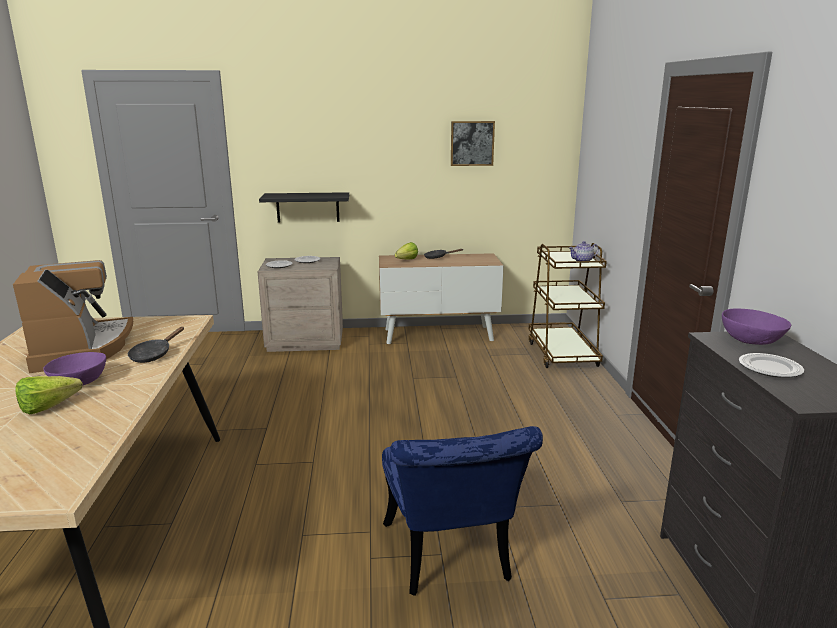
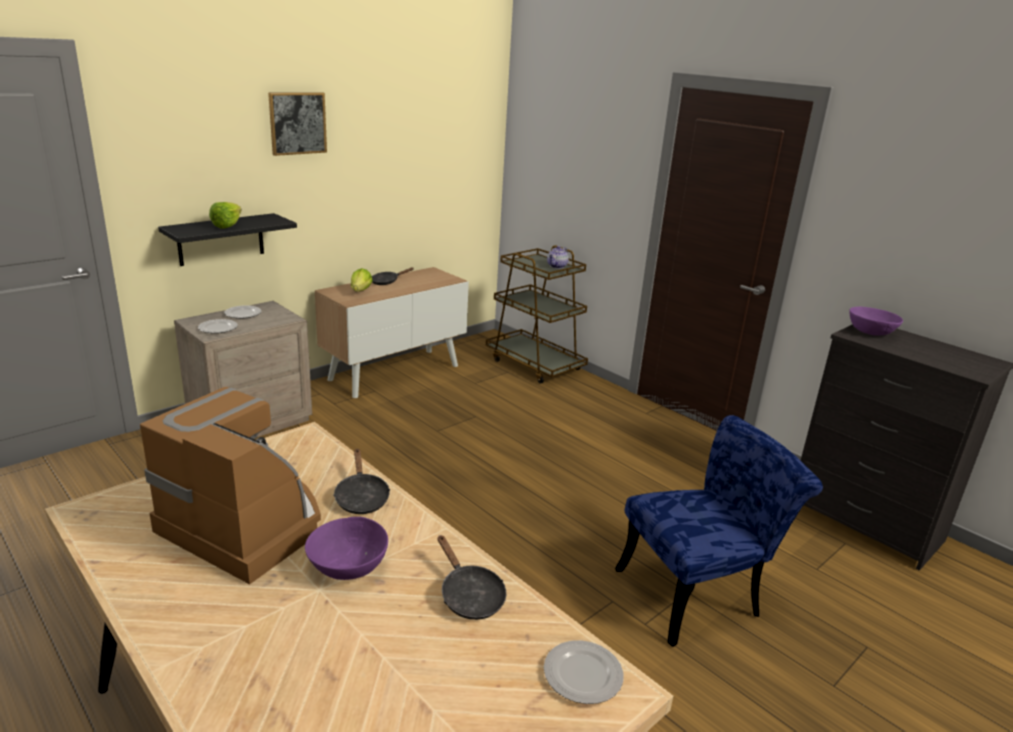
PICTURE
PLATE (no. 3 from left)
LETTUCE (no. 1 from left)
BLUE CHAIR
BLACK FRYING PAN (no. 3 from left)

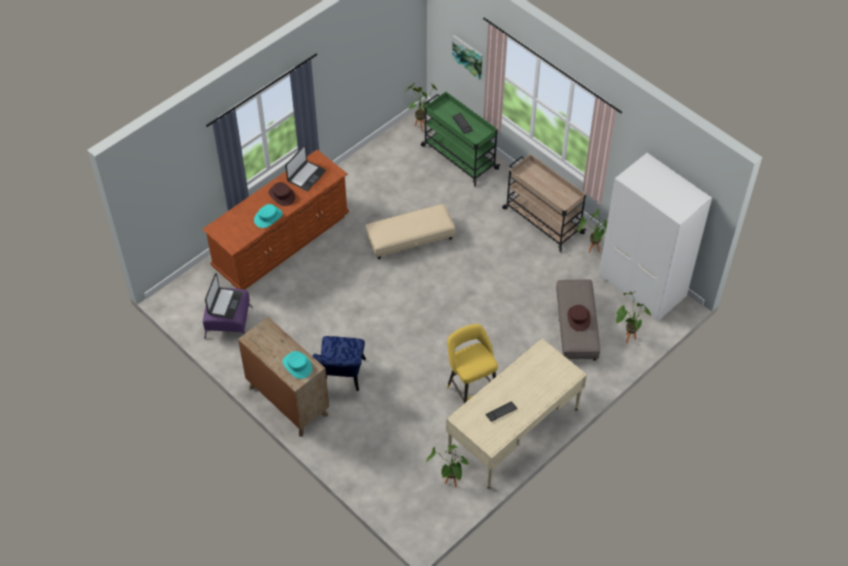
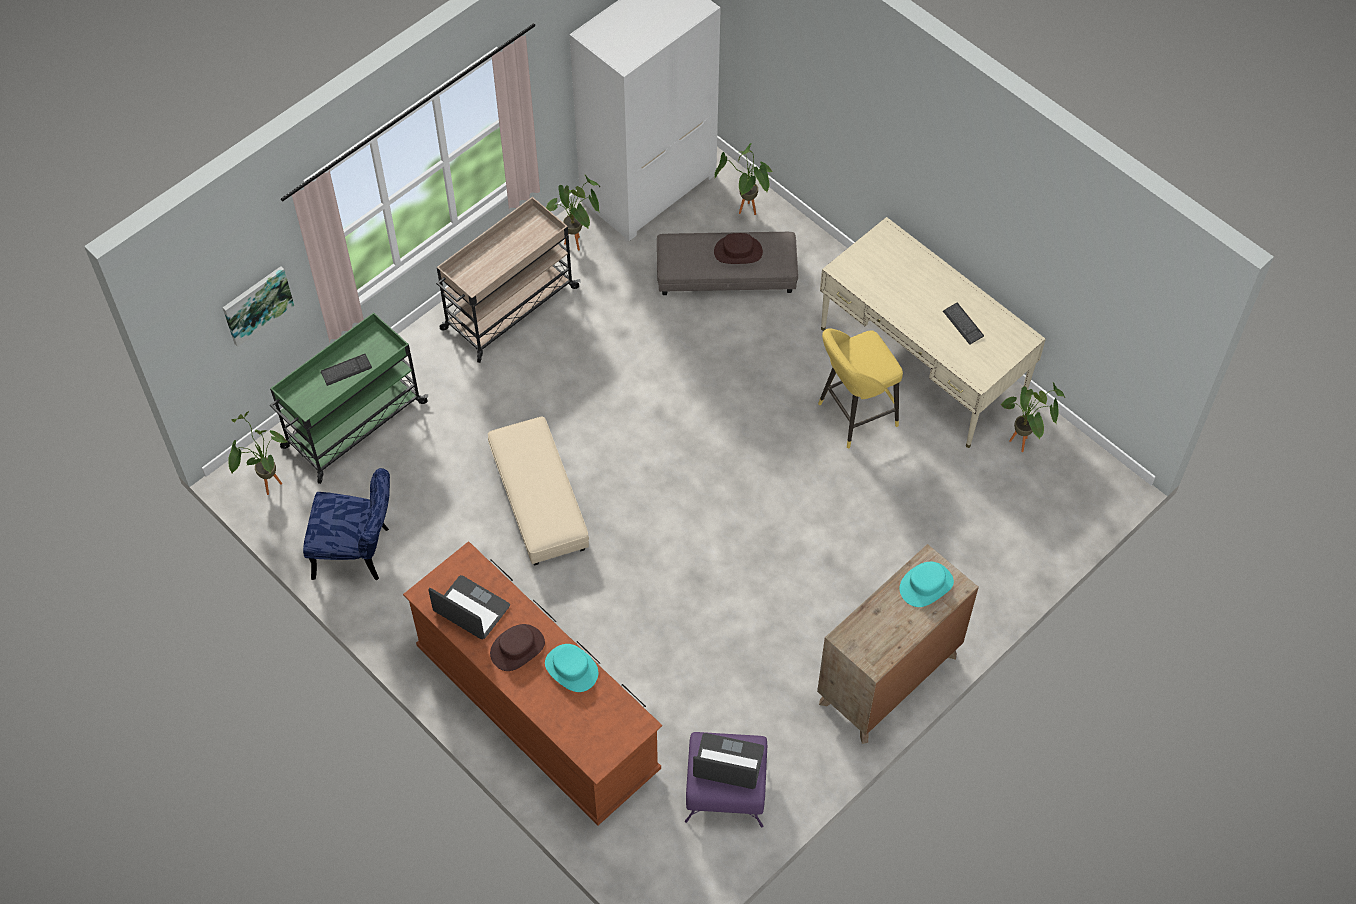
BLUE CHAIR

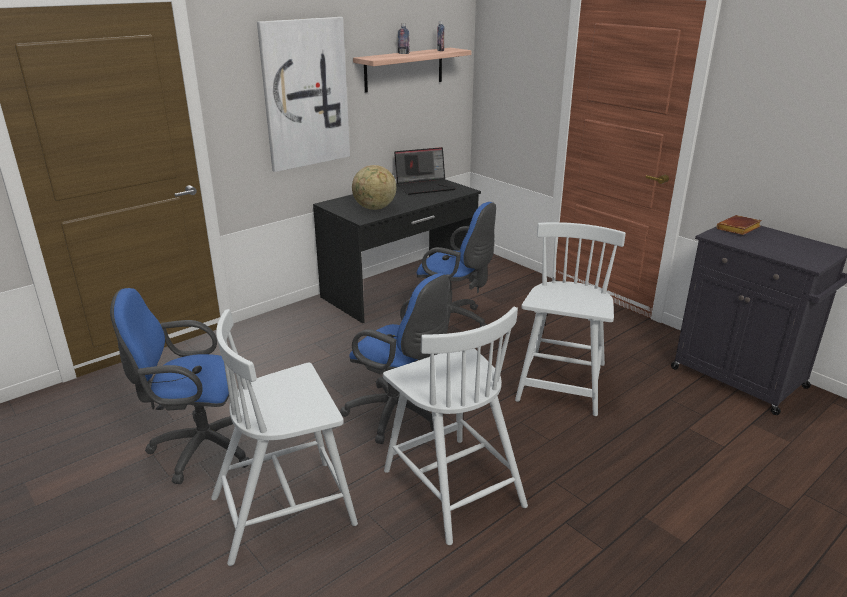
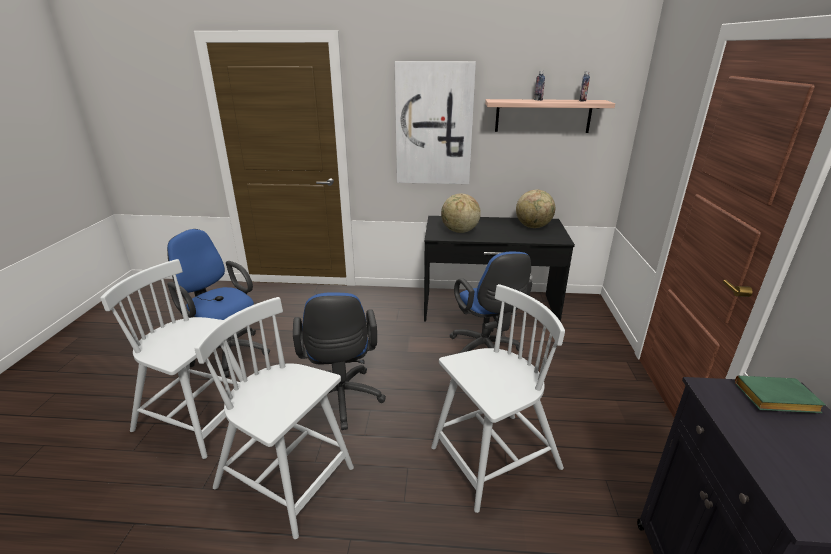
GLOBE (no. 2 from left)
GREEN BOOK
WHITE CHAIR (no. 2 from left)

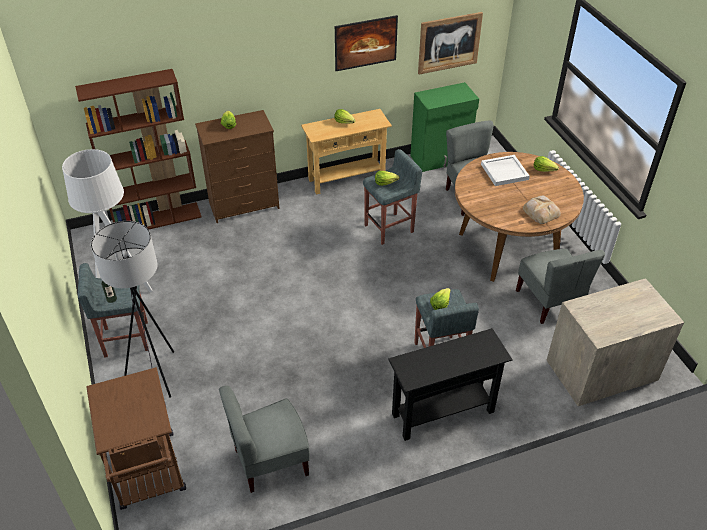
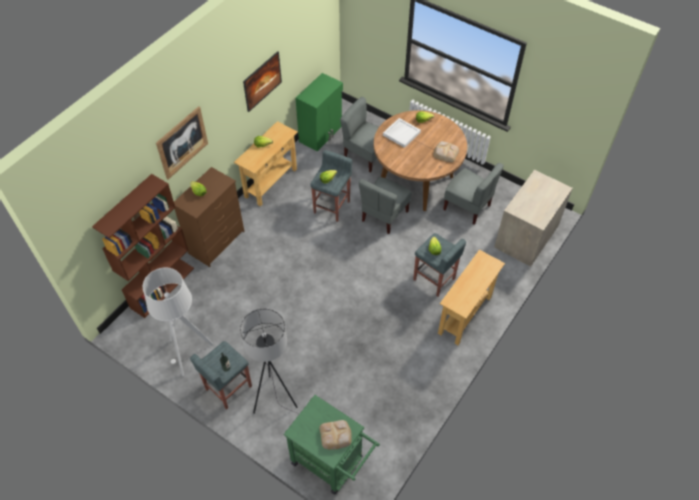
PICTURE (no. 1 from left)
BEIGE CONSOLE TABLE (no. 2 from left)
GREEN CART
GREY CHAIR (no. 2 from left)
BREAD (no. 1 from left)

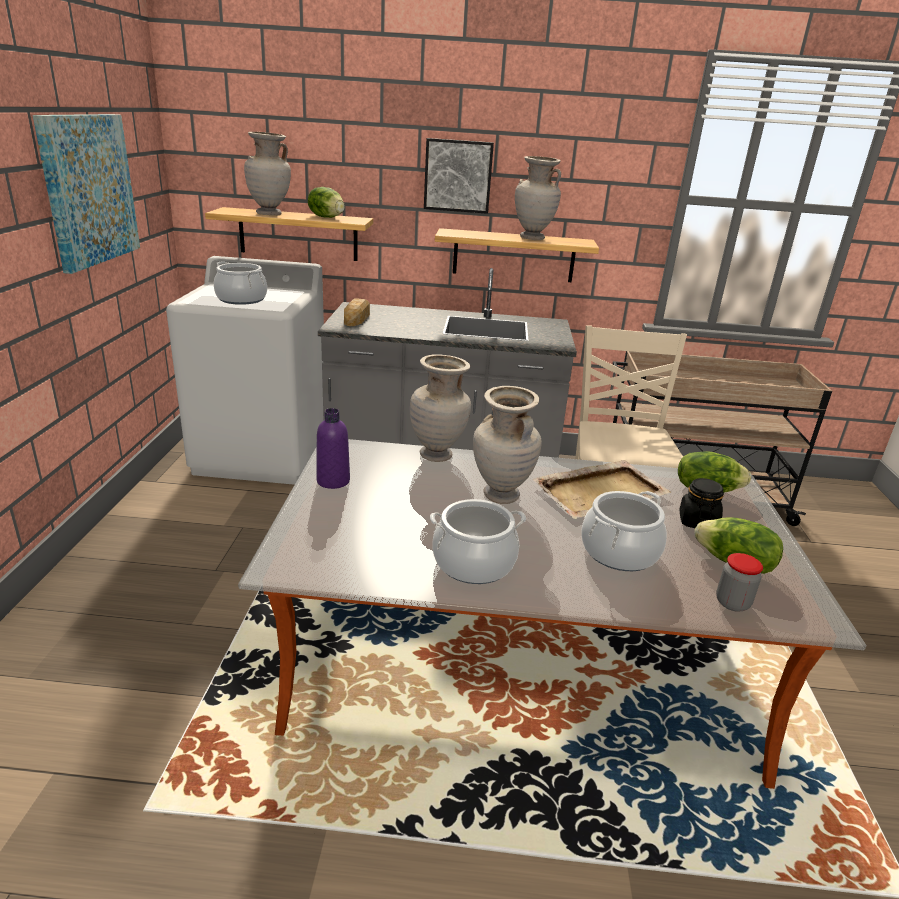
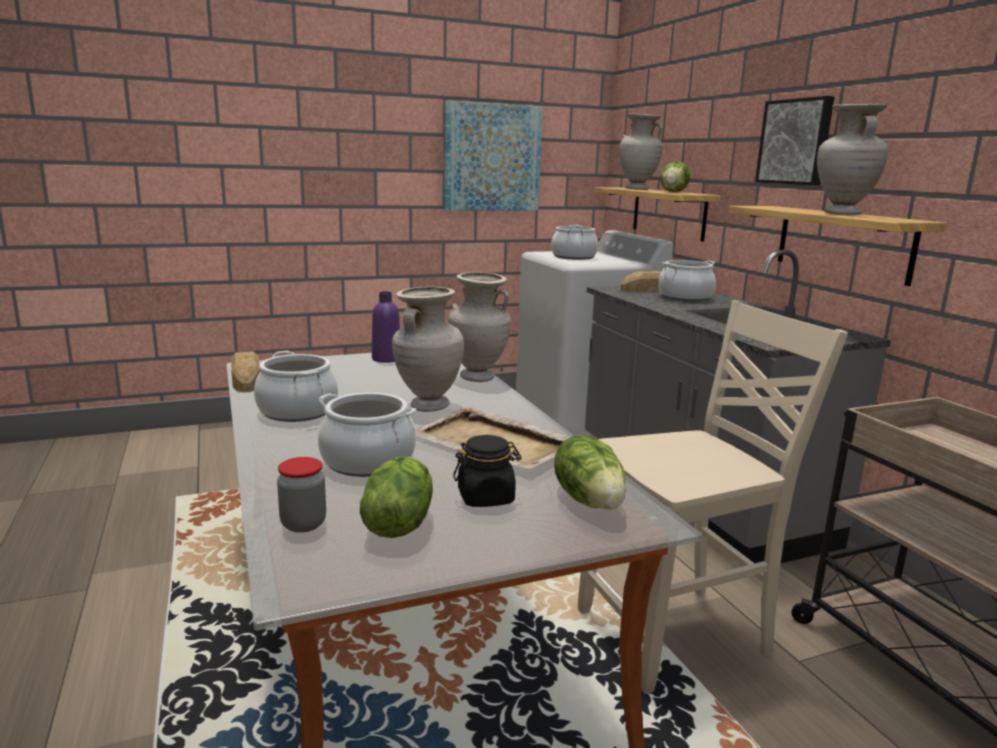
COOKING POT (no. 4 from left)
BREAD (no. 1 from left)

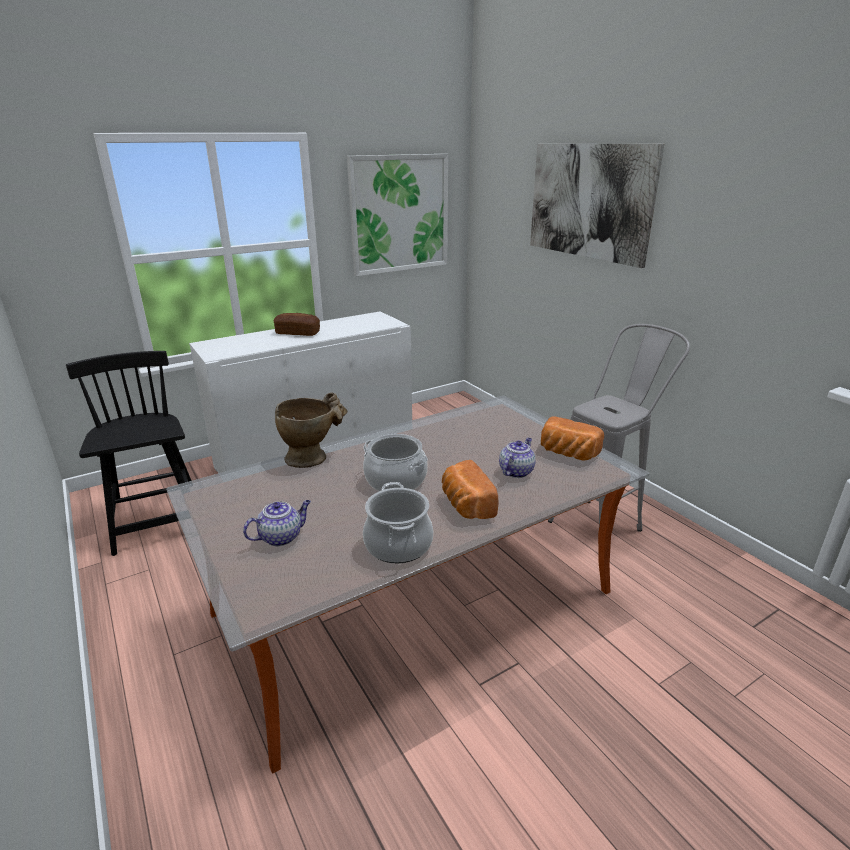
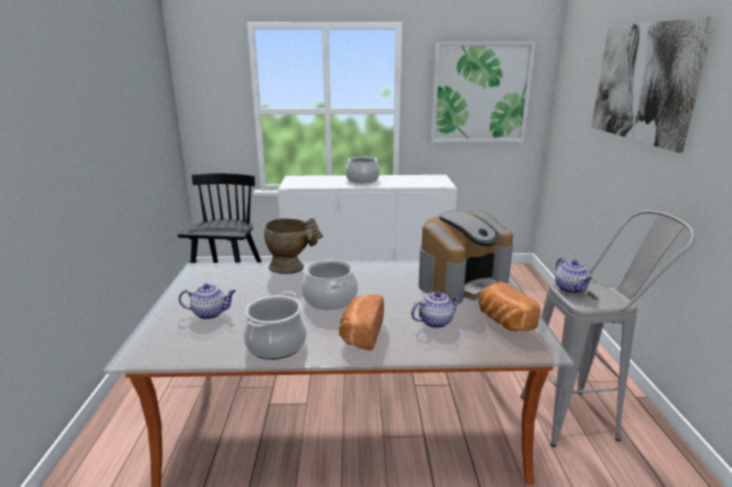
COOKING POT (no. 3 from left)
COFFEE MACHINE
TEAPOT (no. 3 from left)

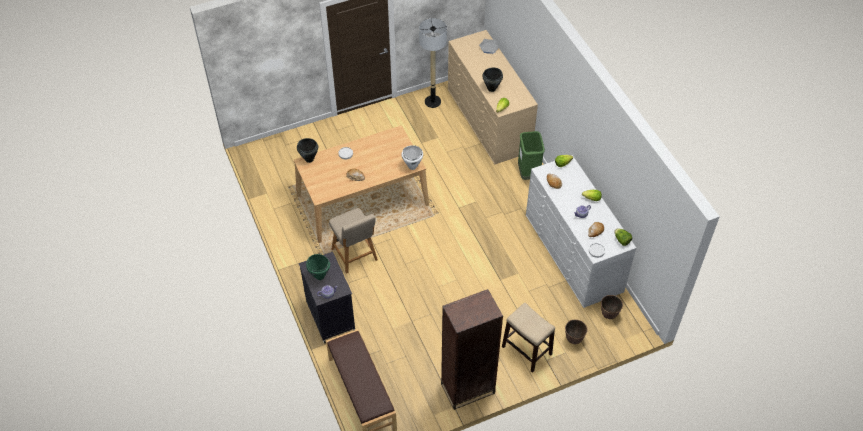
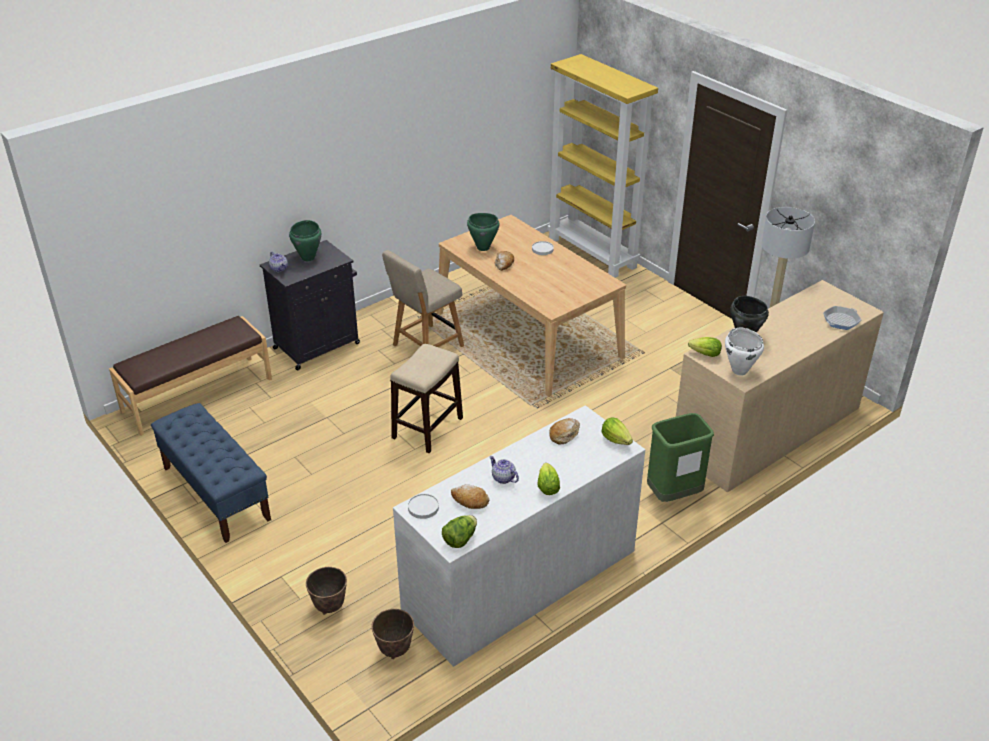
BLACK COOKING POT (no. 1 from left in the first image)
WHITE COOKING POT
BLUE BENCH
STOOL
YELLOW BOOKCASE
GREEN COOKING POT (no. 2 from left)

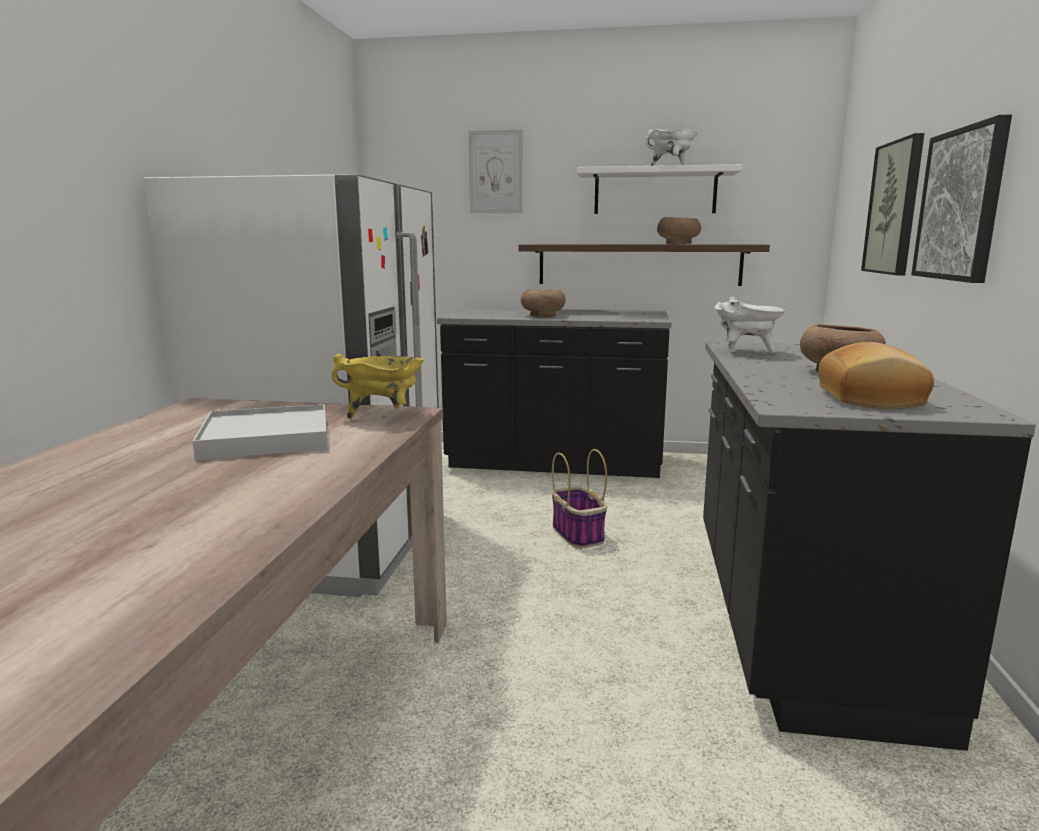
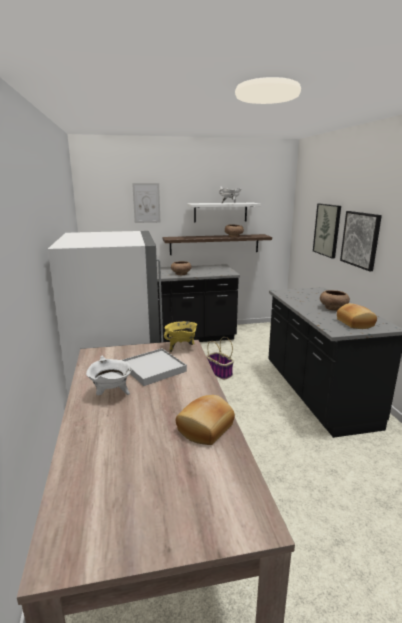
WHITE COOKING POT (no. 1 from left)
BREAD (no. 1 from left)

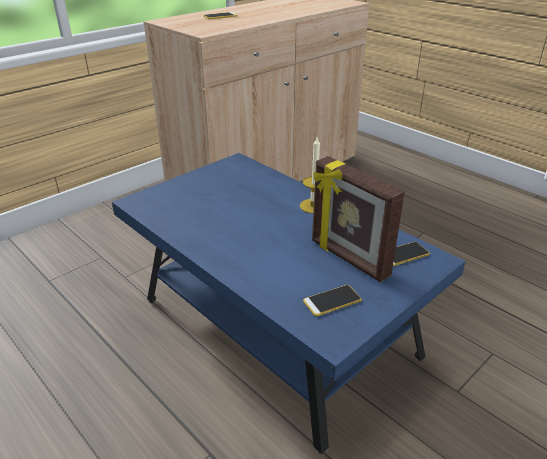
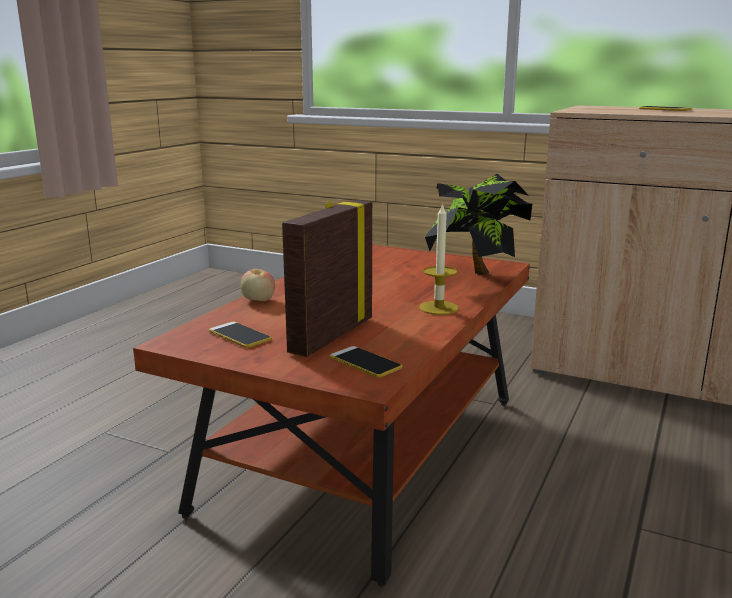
BROWN COFFEE TABLE
POTTED PLANT
APPLE

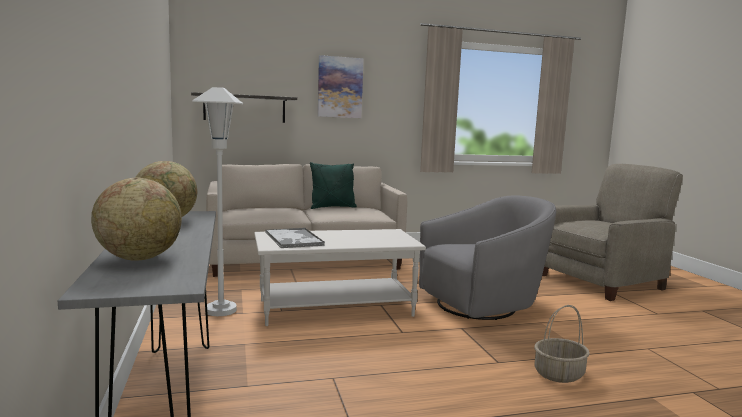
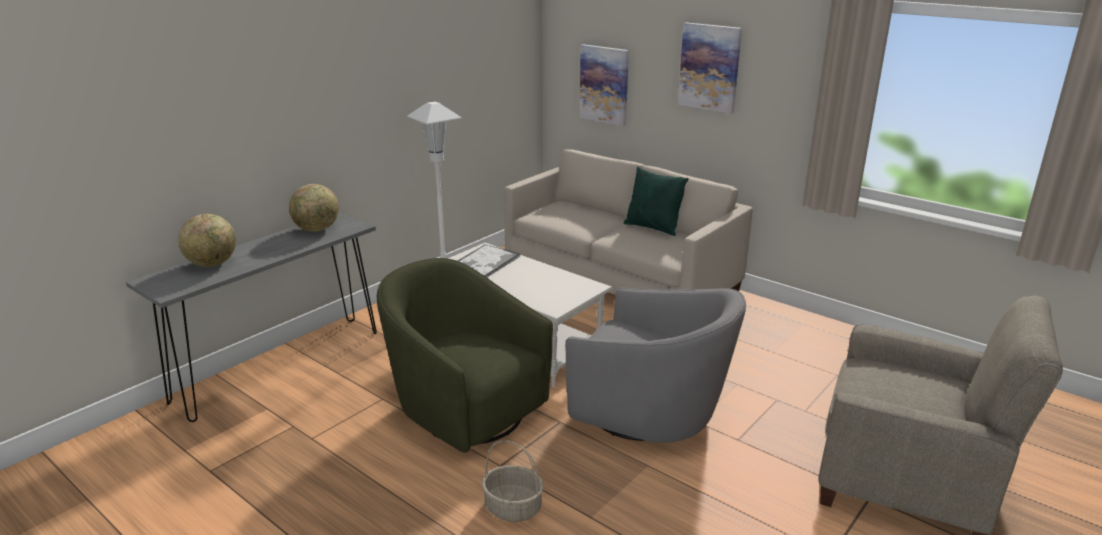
PICTURE (no. 1 from left)
GREEN ARMCHAIR

